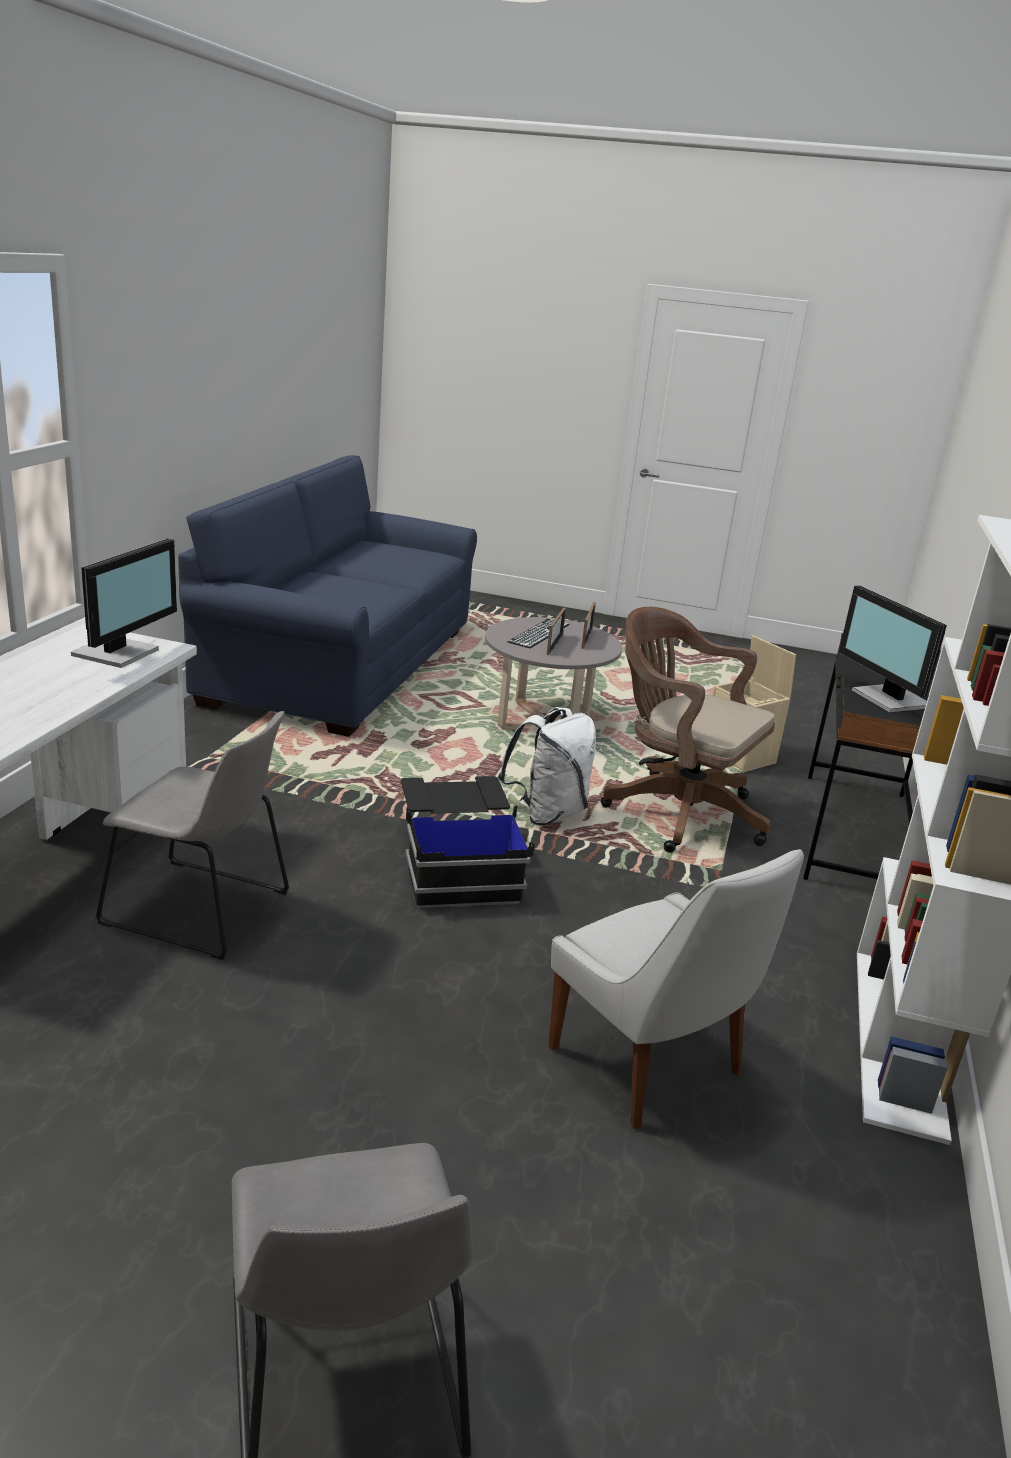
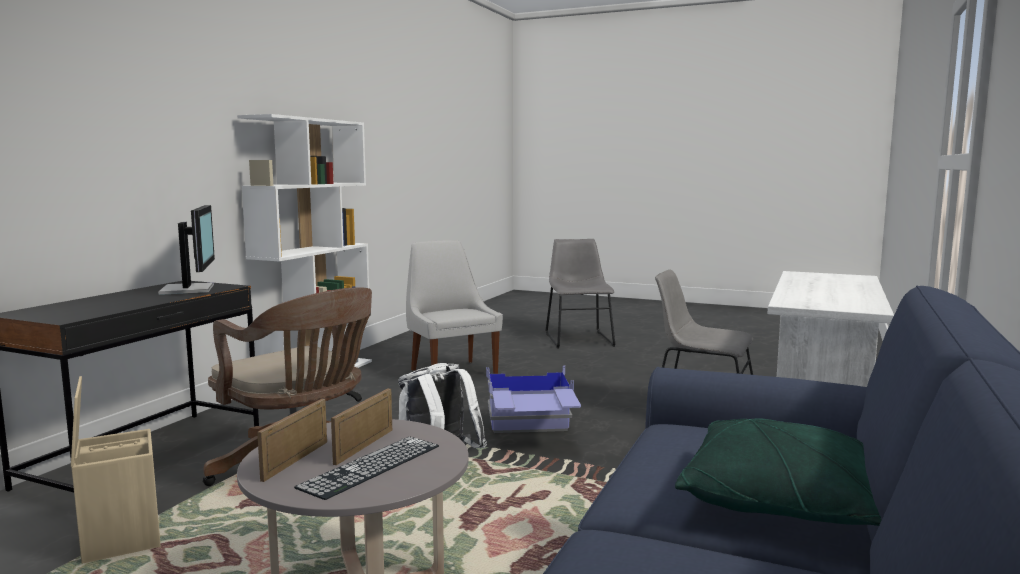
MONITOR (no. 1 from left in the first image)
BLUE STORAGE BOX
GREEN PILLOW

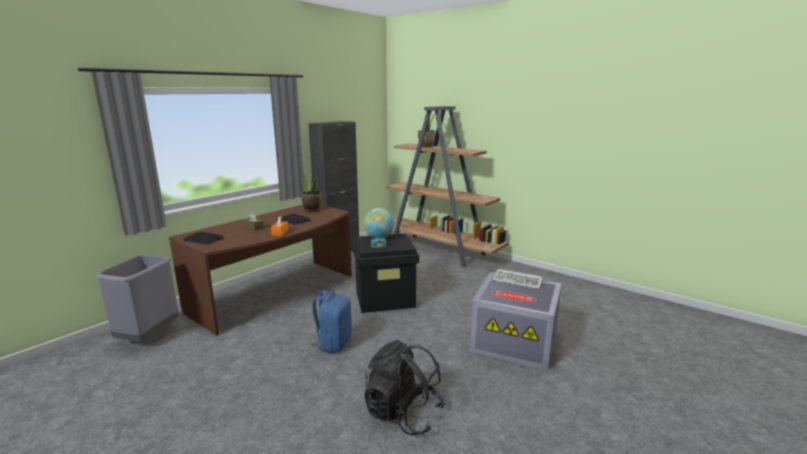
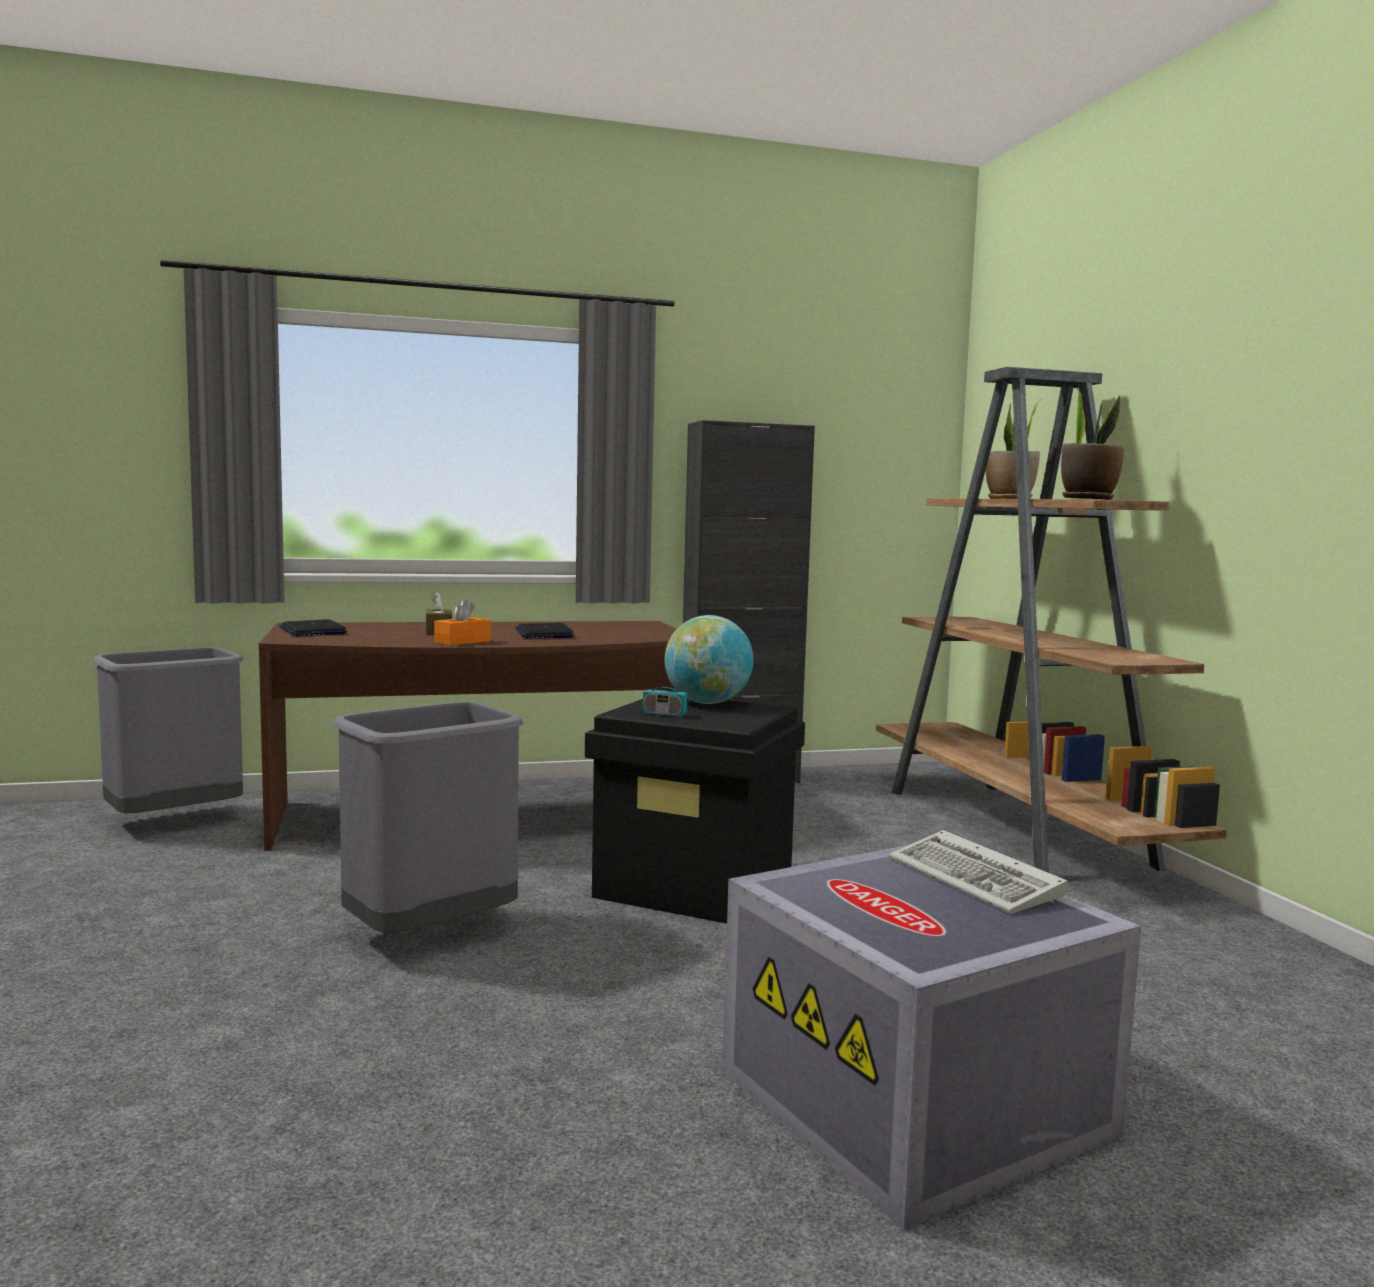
POTTED PLANT (no. 2 from left)
GREY TRASH CAN (no. 2 from left)
BLACK BACKPACK

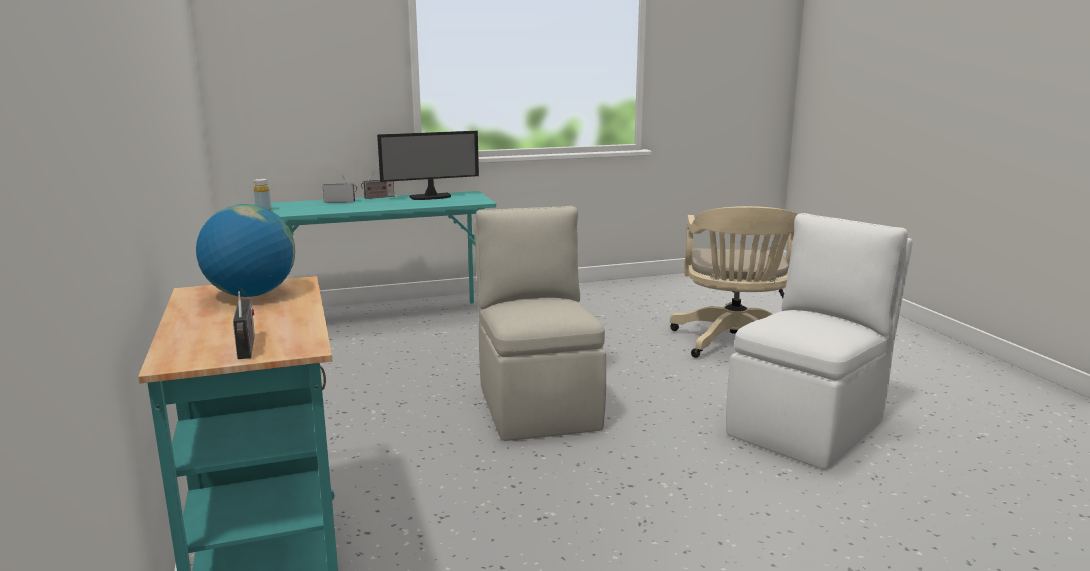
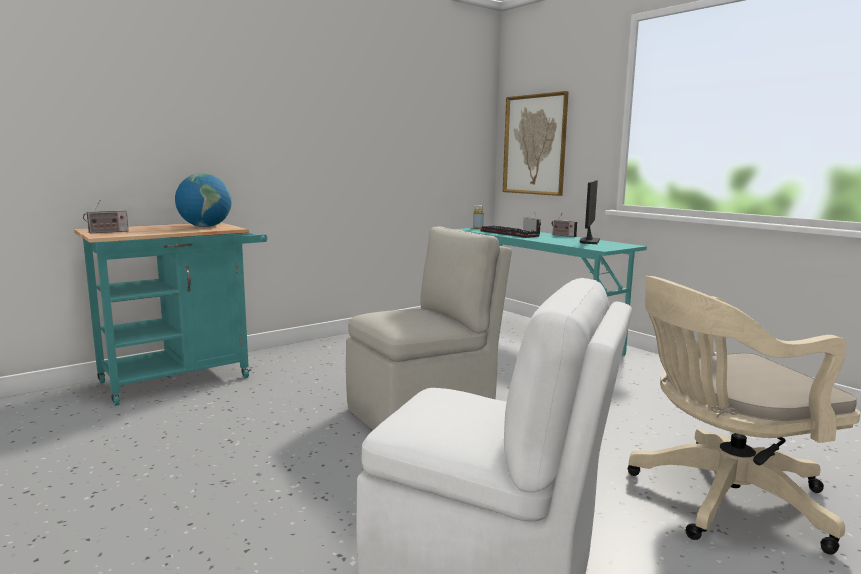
MONITOR
PICTURE
KEYBOARD

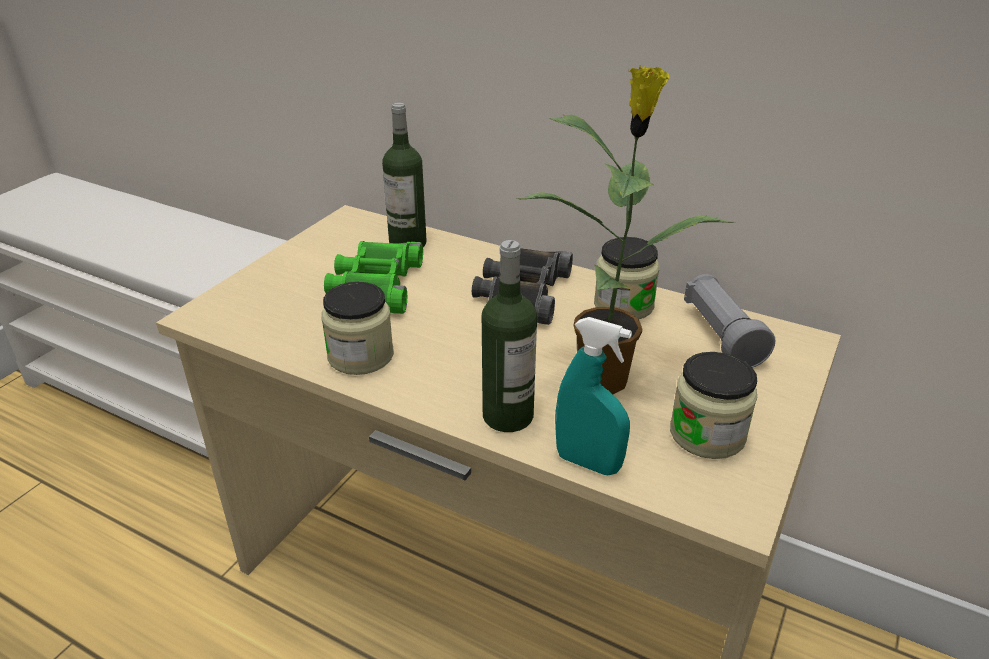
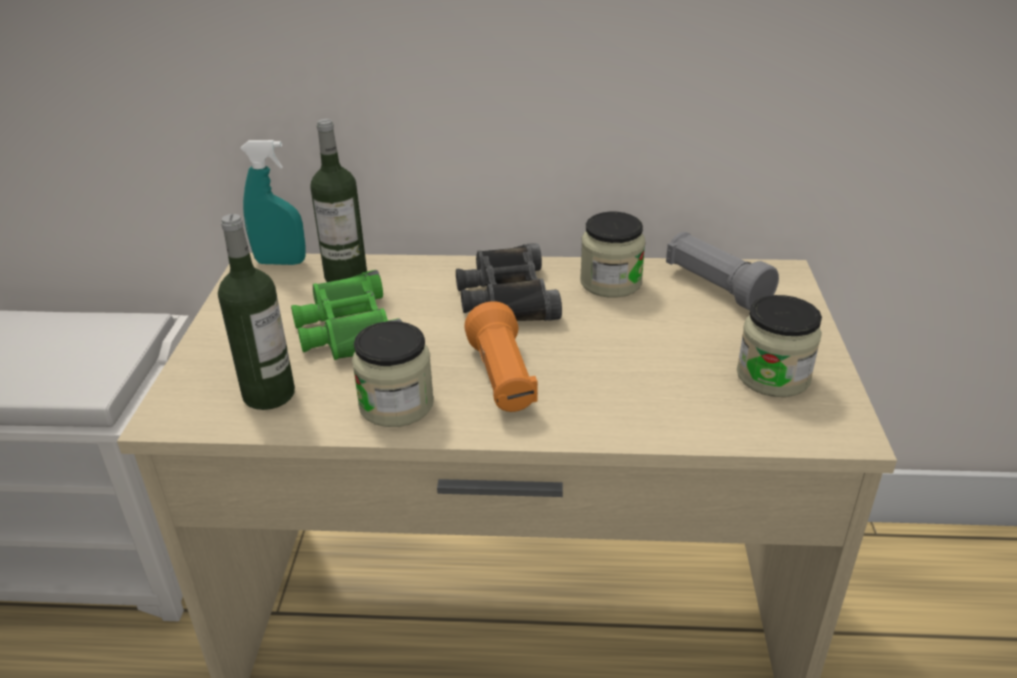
POTTED PLANT
BOTTLE (no. 1 from left)
TURQUOISE SPRAY BOTTLE
ORANGE FLASHLIGHT

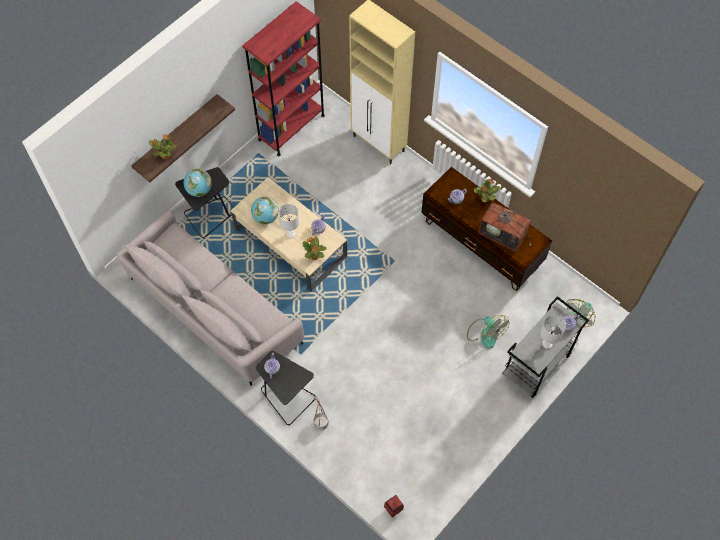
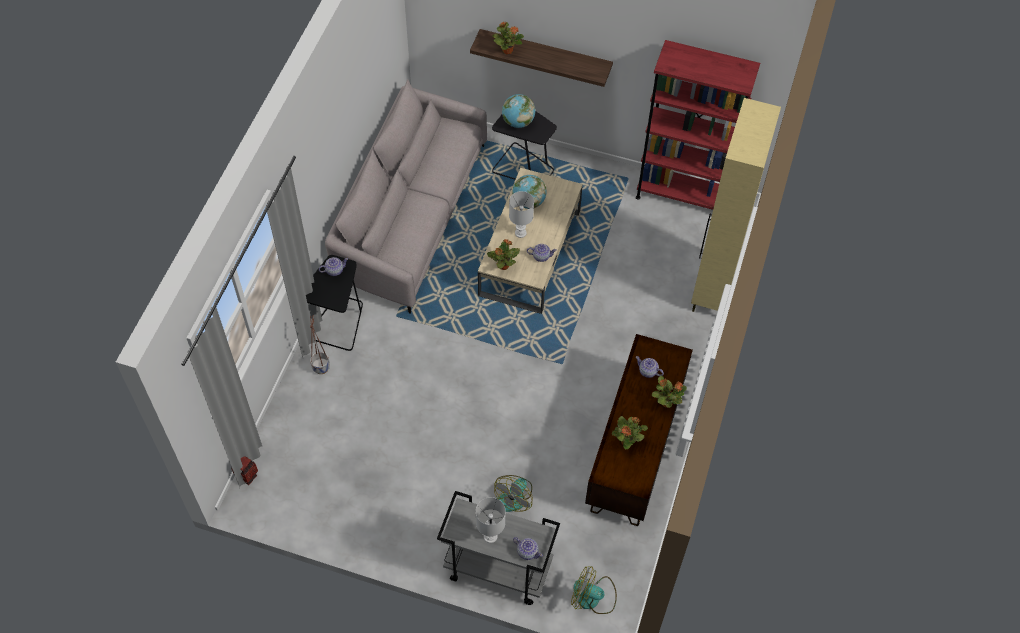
POTTED PLANT (no. 3 from left)

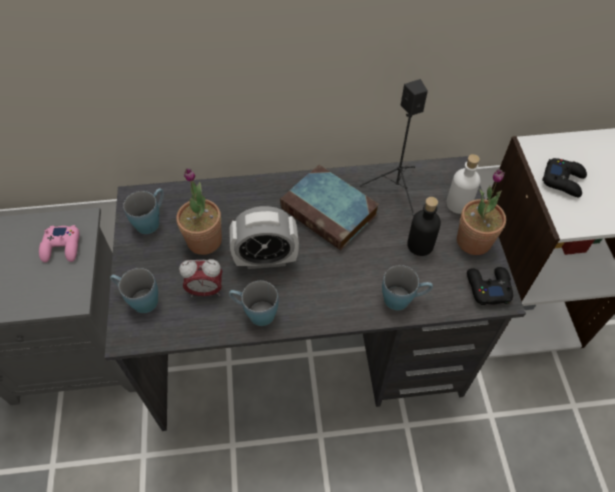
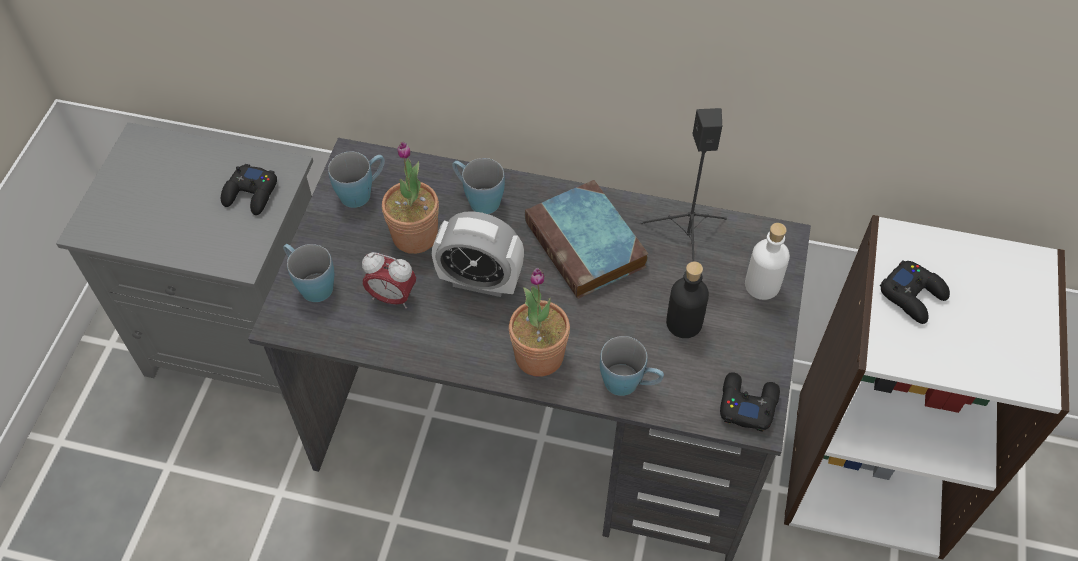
POTTED PLANT (no. 2 from left)
BLACK GAME CONTROLLER (no. 1 from left)
BLUE MUG (no. 3 from left)

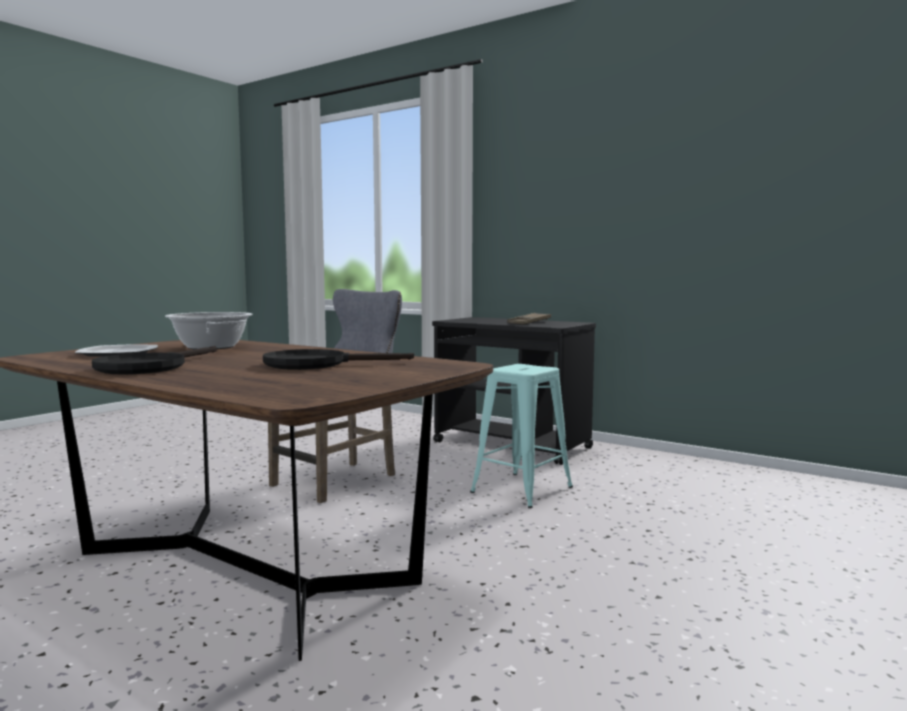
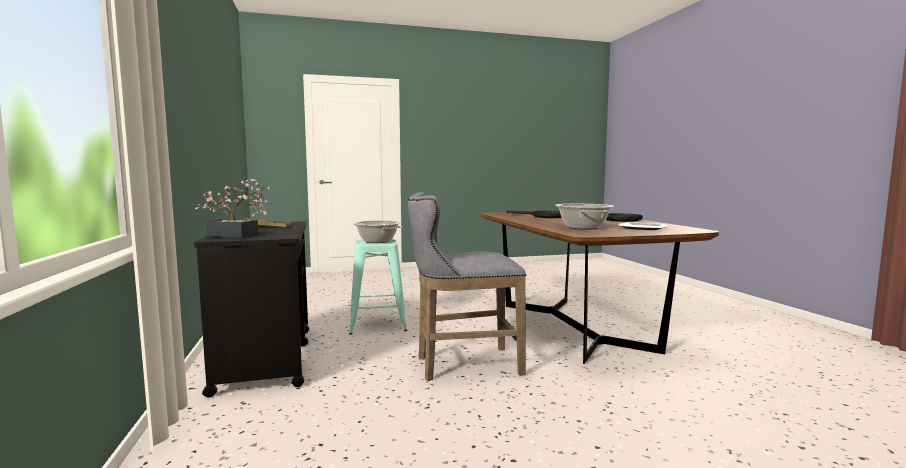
POTTED PLANT
COOKING POT (no. 1 from left)

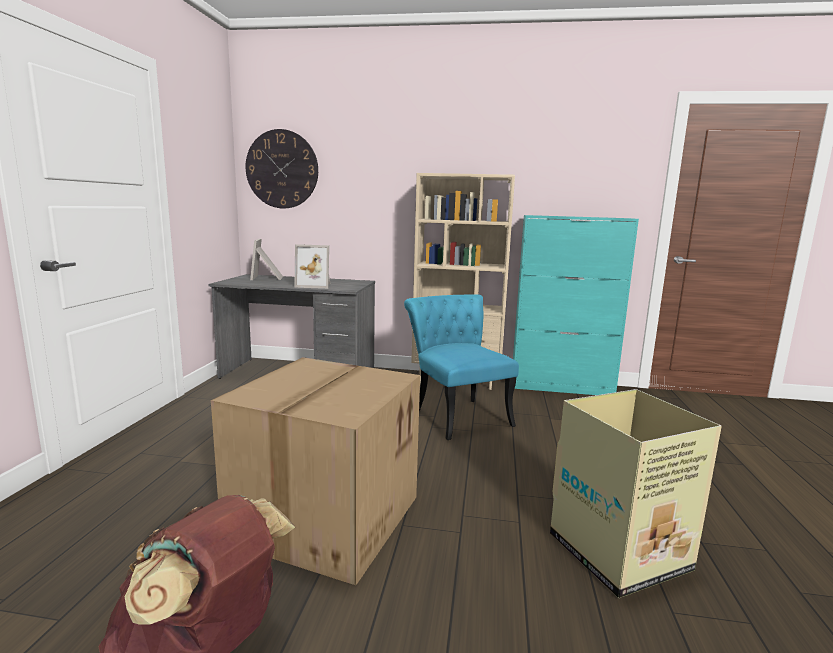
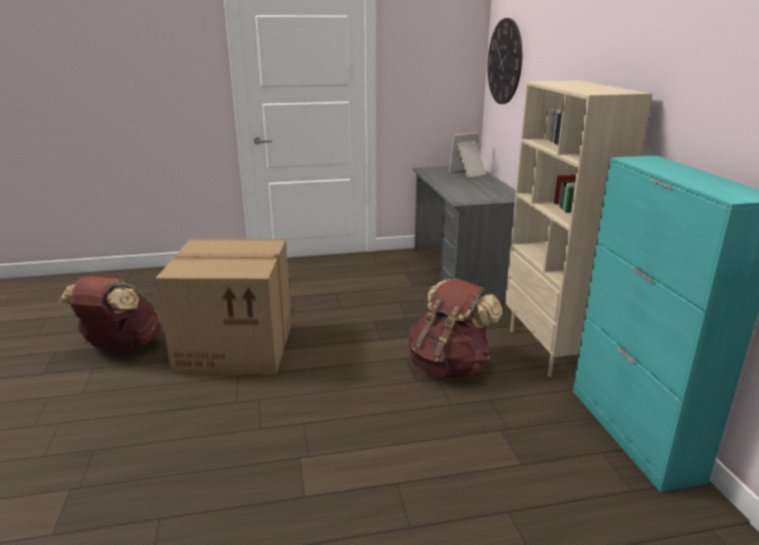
PICTURE FRAME (no. 2 from left in the first image)
BROWN BACKPACK (no. 2 from left)
CARDBOARD BOX (no. 2 from left in the first image)

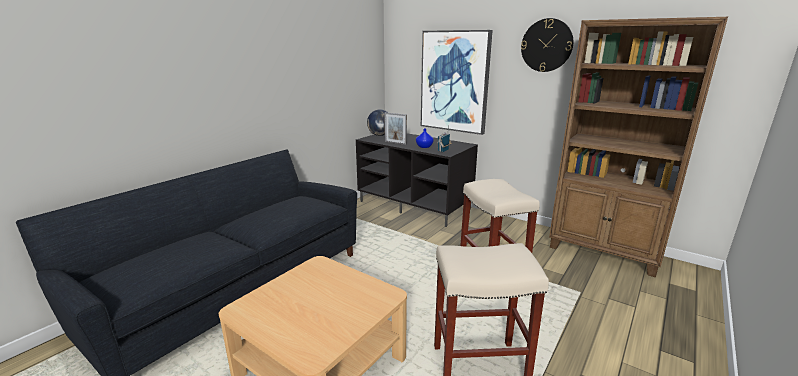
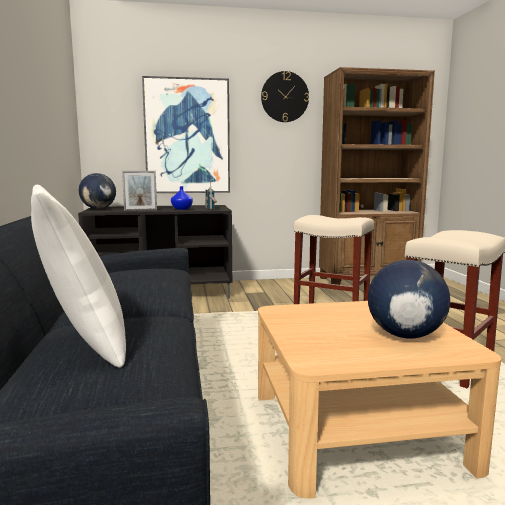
WHITE PILLOW
GLOBE (no. 2 from left)

